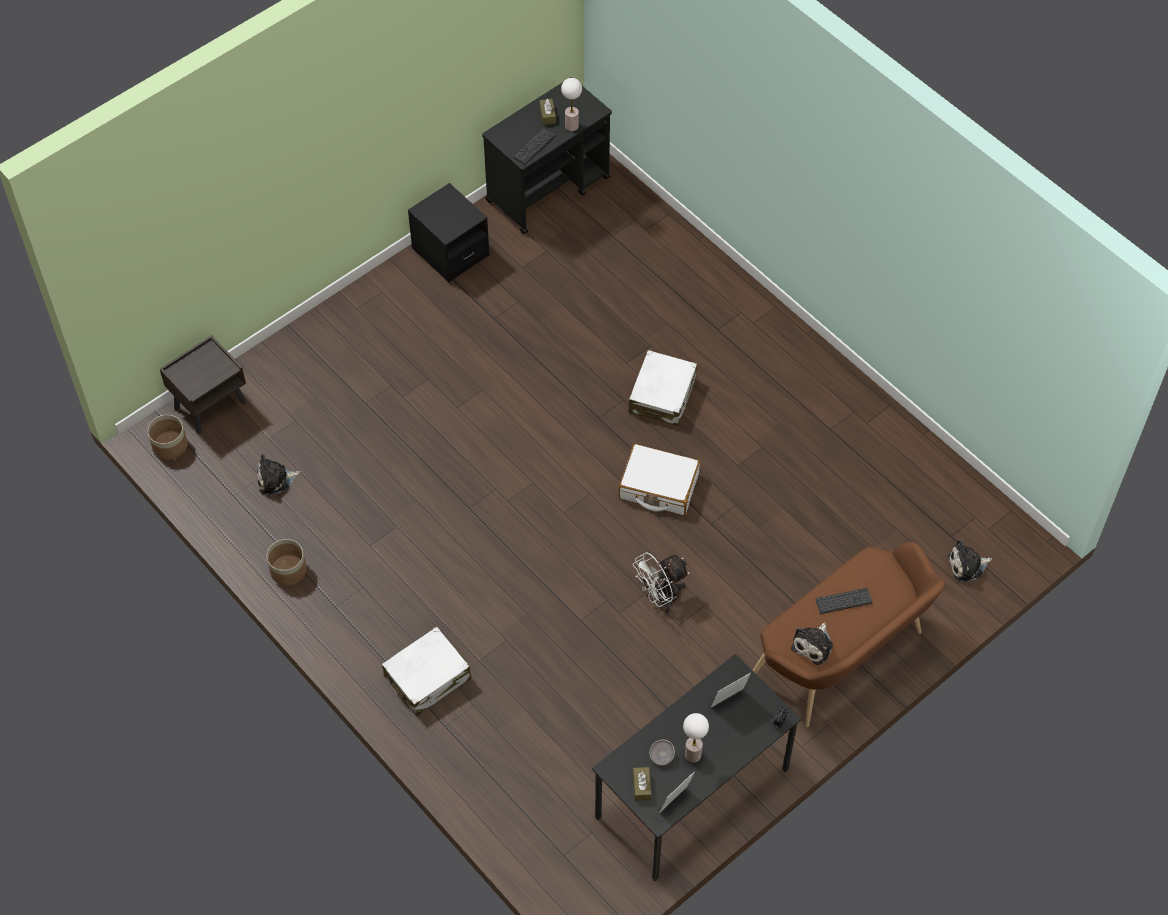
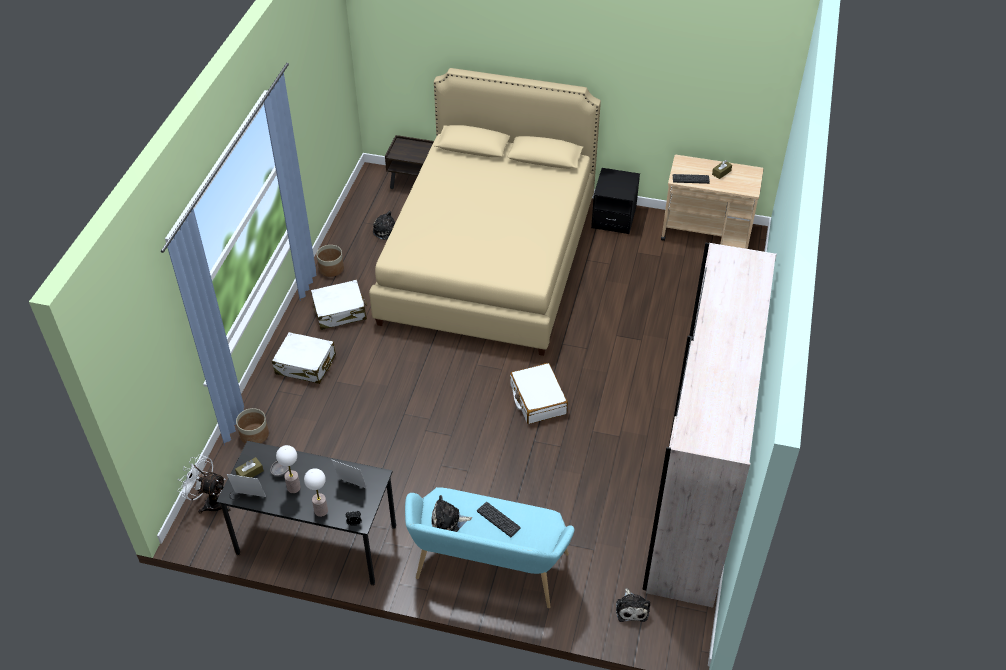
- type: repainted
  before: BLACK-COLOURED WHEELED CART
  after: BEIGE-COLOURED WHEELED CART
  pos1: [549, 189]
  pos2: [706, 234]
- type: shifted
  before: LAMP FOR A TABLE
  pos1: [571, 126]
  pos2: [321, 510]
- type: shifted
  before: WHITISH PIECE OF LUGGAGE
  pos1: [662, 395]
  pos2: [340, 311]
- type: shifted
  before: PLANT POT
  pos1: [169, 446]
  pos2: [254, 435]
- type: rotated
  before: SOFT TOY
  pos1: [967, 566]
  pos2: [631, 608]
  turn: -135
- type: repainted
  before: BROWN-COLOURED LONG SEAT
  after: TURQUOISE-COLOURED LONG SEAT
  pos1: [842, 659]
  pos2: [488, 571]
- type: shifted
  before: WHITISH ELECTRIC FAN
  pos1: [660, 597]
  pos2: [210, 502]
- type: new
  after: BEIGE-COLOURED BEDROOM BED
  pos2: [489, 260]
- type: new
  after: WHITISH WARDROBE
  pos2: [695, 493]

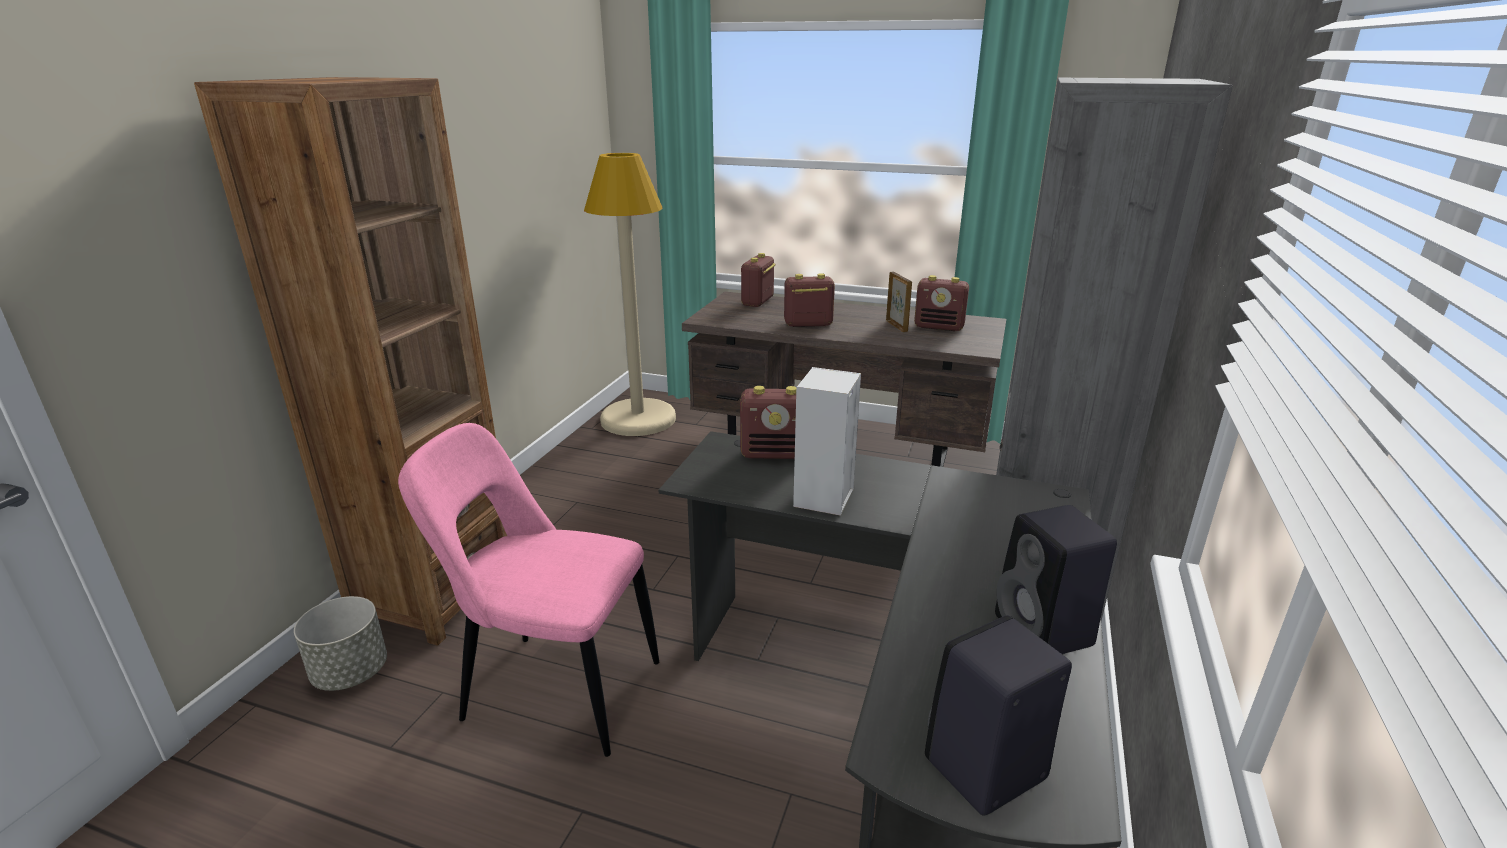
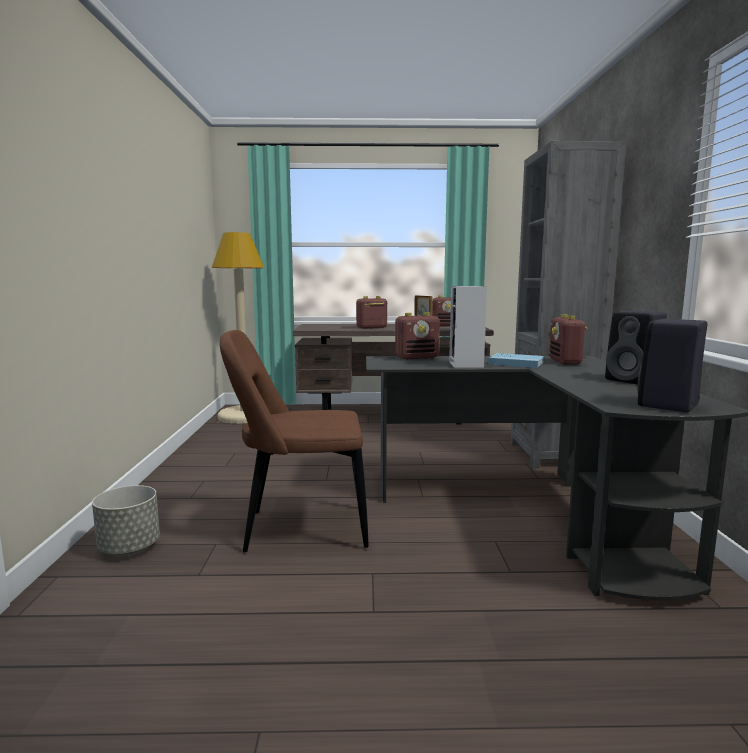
- type: gone
  before: BROWN-COLOURED BOOKCASE
  pos1: [436, 593]
- type: shifted
  before: RADIO
  pos1: [757, 302]
  pos2: [565, 362]
- type: repainted
  before: PINK-COLOURED CHAIR
  after: BROWN-COLOURED CHAIR
  pos1: [554, 690]
  pos2: [300, 529]
- type: new
  after: BLUISH VOLUME
  pos2: [516, 363]

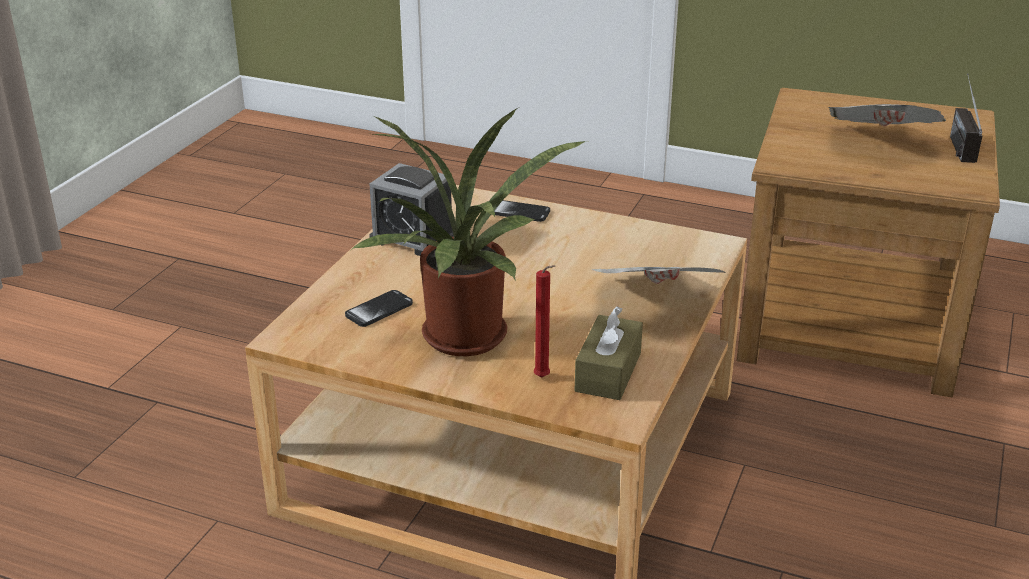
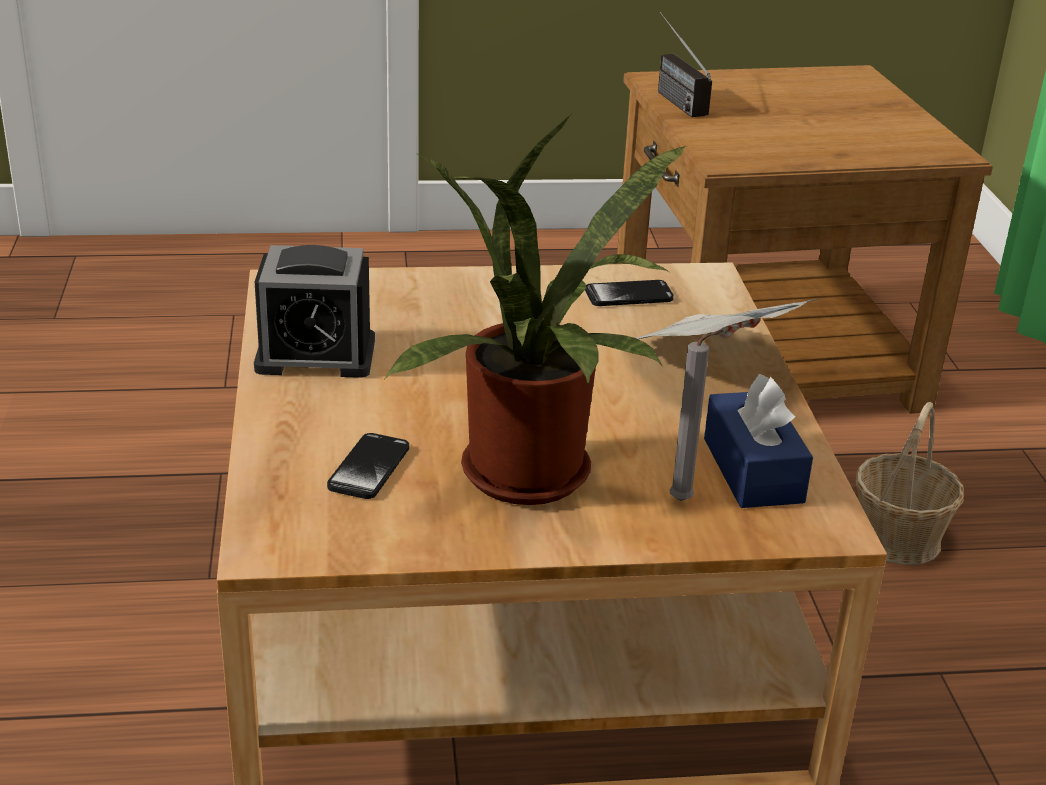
- type: shifted
  before: RADIO
  pos1: [957, 142]
  pos2: [671, 97]
- type: gone
  before: DAILY PAPER
  pos1: [880, 144]
- type: shifted
  before: PHONE
  pos1: [519, 212]
  pos2: [628, 295]
- type: repainted
  before: REDDISH WAX CANDLE
  after: GREYISH WAX CANDLE
  pos1: [543, 378]
  pos2: [685, 501]
- type: repainted
  before: BROWN-COLOURED TISSUE BOX
  after: BLUISH TISSUE BOX
  pos1: [608, 372]
  pos2: [753, 470]
- type: new
  after: HOUSEHOLD BASKET
  pos2: [898, 538]

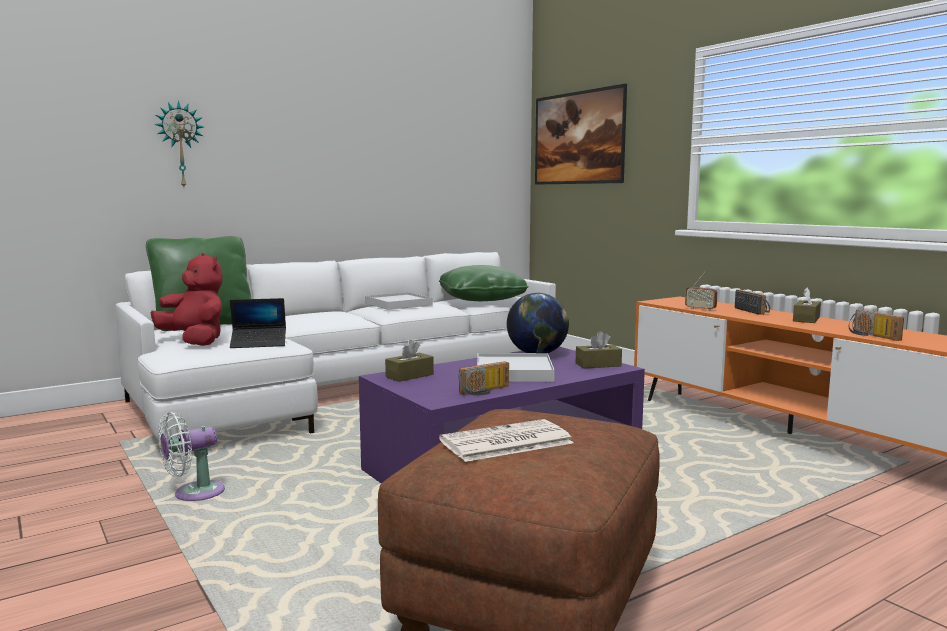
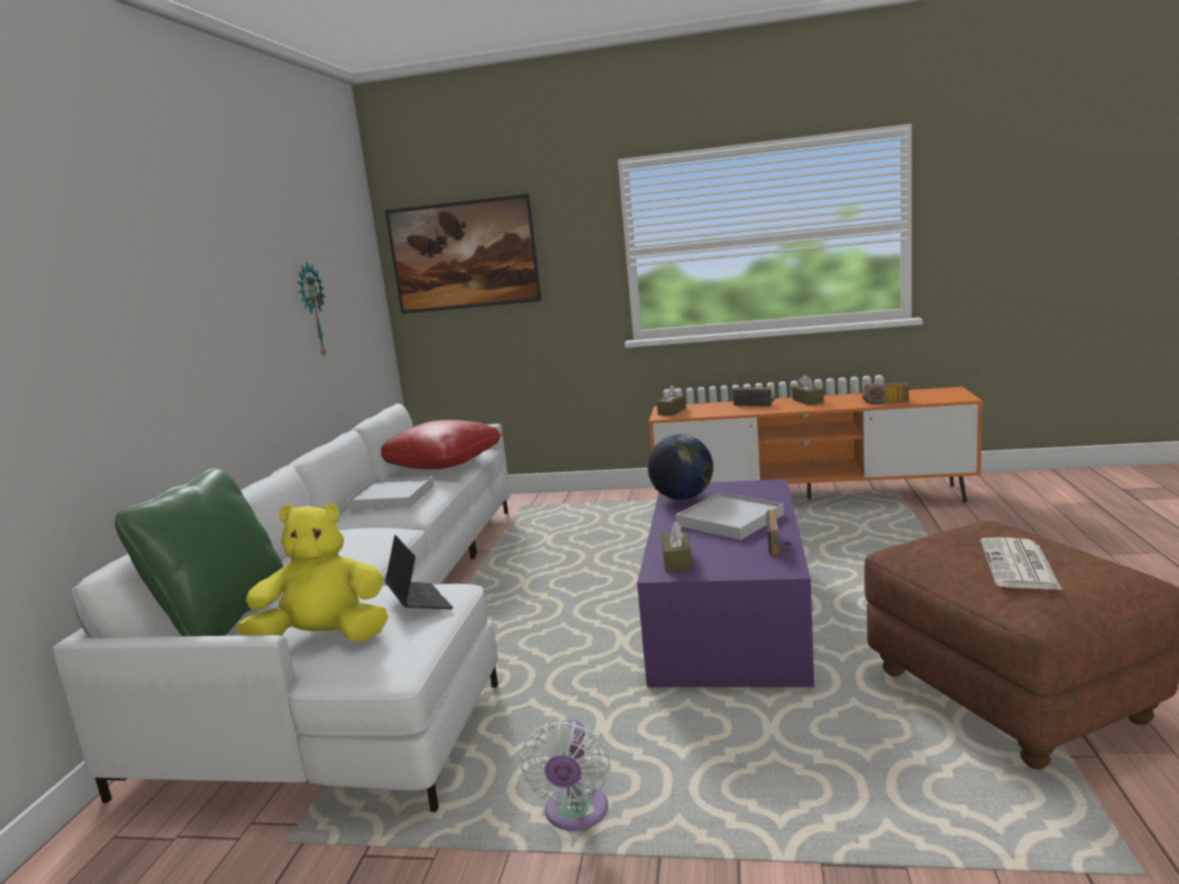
- type: shifted
  before: CLOCK ON THE WALL
  pos1: [180, 145]
  pos2: [312, 311]
- type: repainted
  before: REDDISH SOFT TOY
  after: YELLOWISH SOFT TOY
  pos1: [195, 341]
  pos2: [325, 638]
- type: repainted
  before: GREEN THROW PILLOW
  after: REDDISH THROW PILLOW
  pos1: [482, 299]
  pos2: [442, 463]
- type: gone
  before: RADIO
  pos1: [700, 309]
- type: rotated
  before: NOTEBOOK COMPUTER
  pos1: [259, 343]
  pos2: [419, 602]
  turn: -60
- type: shifted
  before: BROWN-COLOURED TISSUE BOX
  pos1: [598, 365]
  pos2: [672, 411]

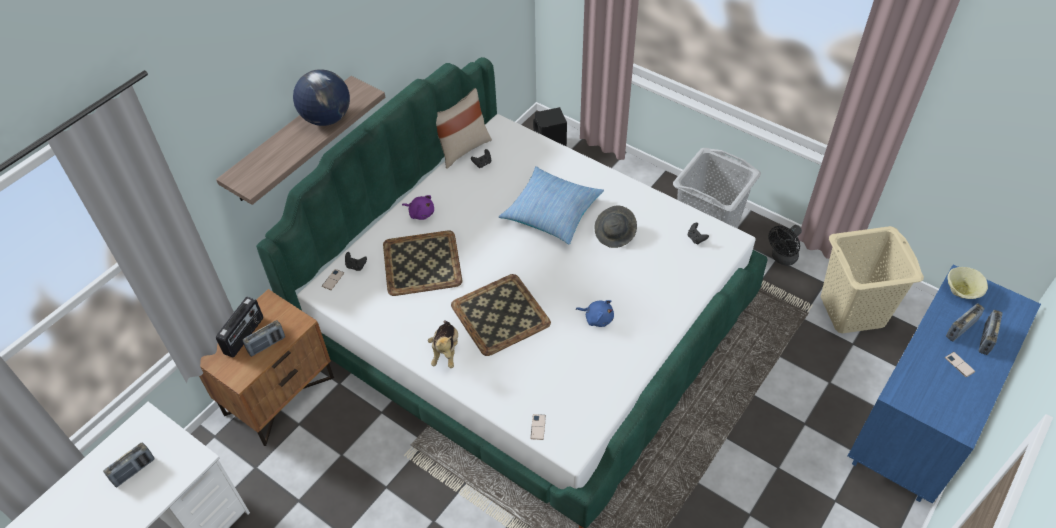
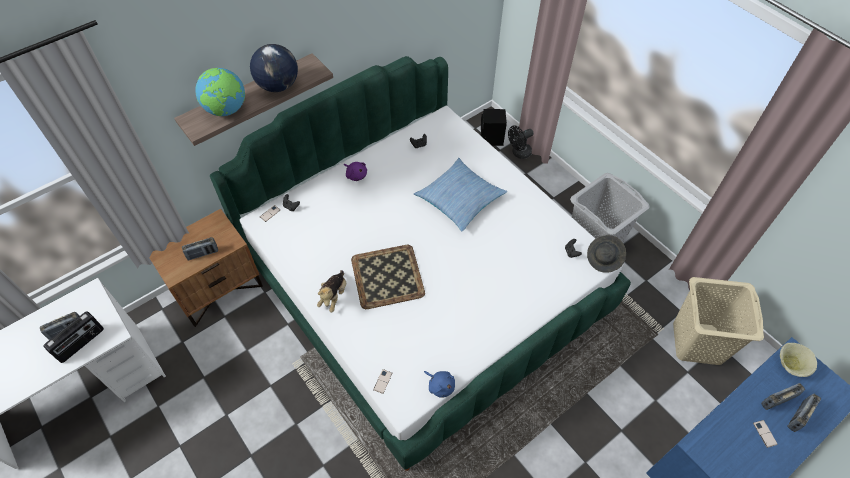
- type: gone
  before: BEIGE-COLOURED THROW PILLOW
  pos1: [462, 149]
- type: shifted
  before: GREYISH CLOTHING HAT
  pos1: [615, 234]
  pos2: [604, 259]
- type: shifted
  before: BLACK-COLOURED ELECTRIC FAN
  pos1: [782, 258]
  pos2: [518, 153]
- type: gone
  before: CARRYING TRAY
  pos1: [421, 264]
- type: shifted
  before: RADIO
  pos1: [244, 336]
  pos2: [81, 343]
- type: shifted
  before: BLUISH SOFT TOY
  pos1: [597, 318]
  pos2: [440, 386]
- type: new
  after: WORLD GLOBE
  pos2: [226, 110]

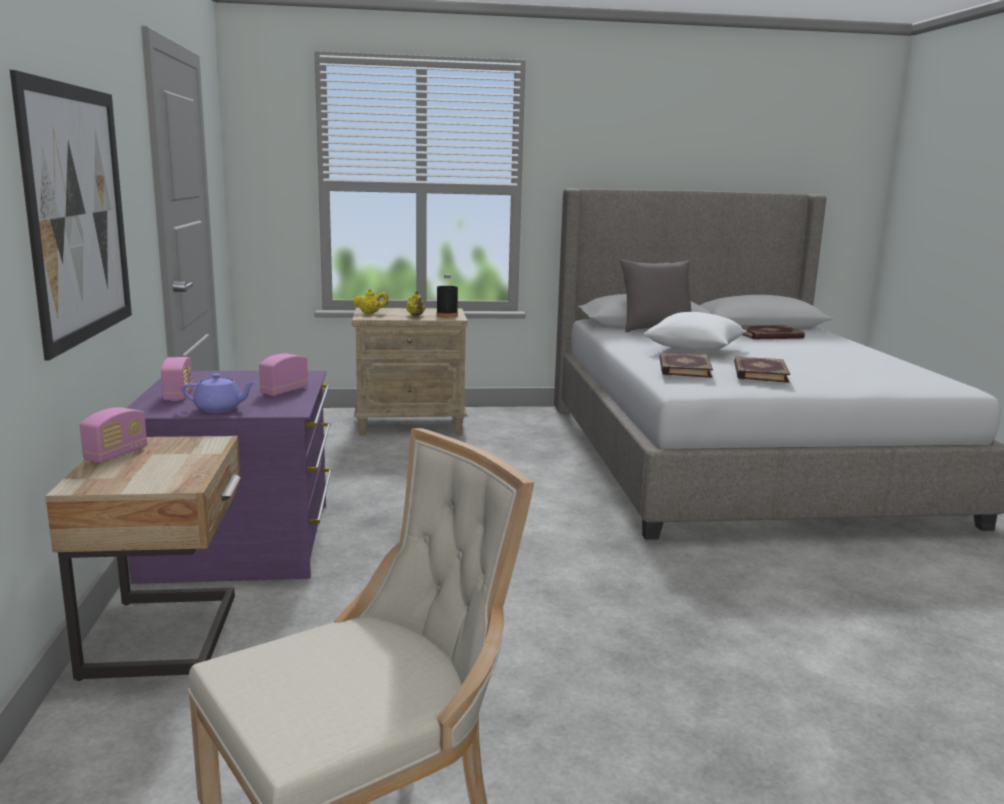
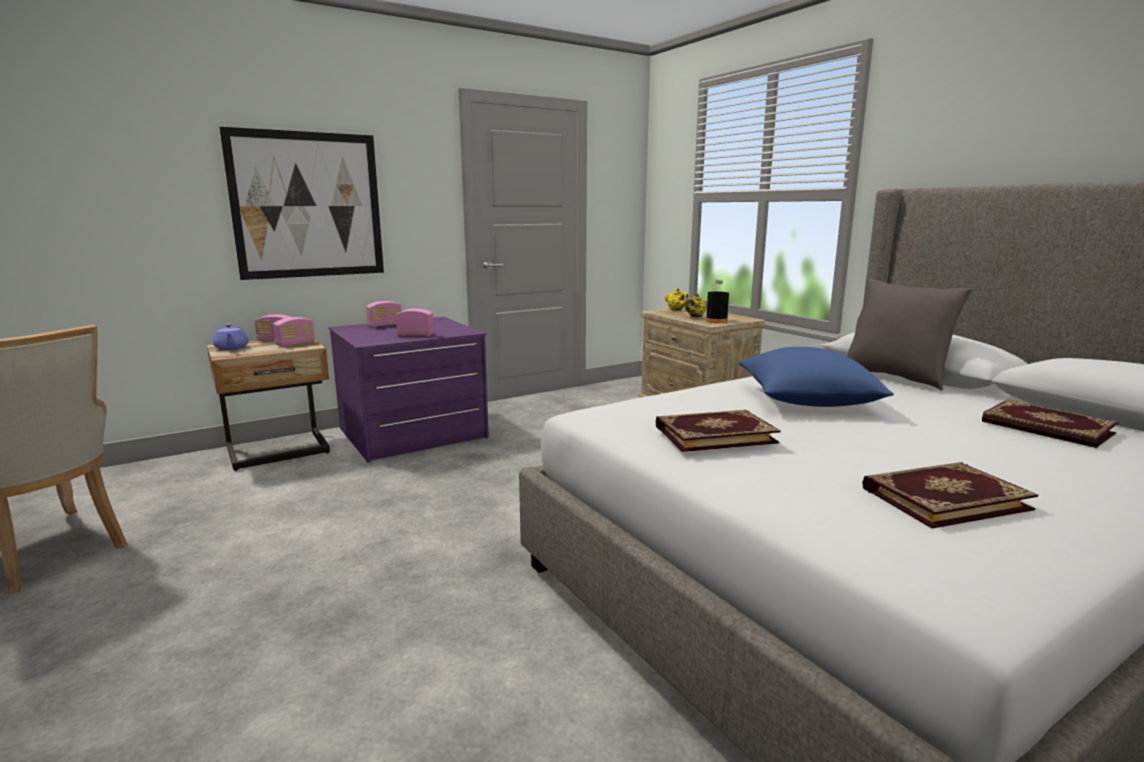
- type: repainted
  before: WHITISH THROW PILLOW
  after: BLUISH THROW PILLOW
  pos1: [695, 350]
  pos2: [806, 401]
- type: shifted
  before: VOLUME
  pos1: [683, 368]
  pos2: [943, 497]
- type: shifted
  before: PURPLISH TEAPOT
  pos1: [219, 409]
  pos2: [231, 348]
- type: new
  after: RADIO
  pos2: [295, 344]

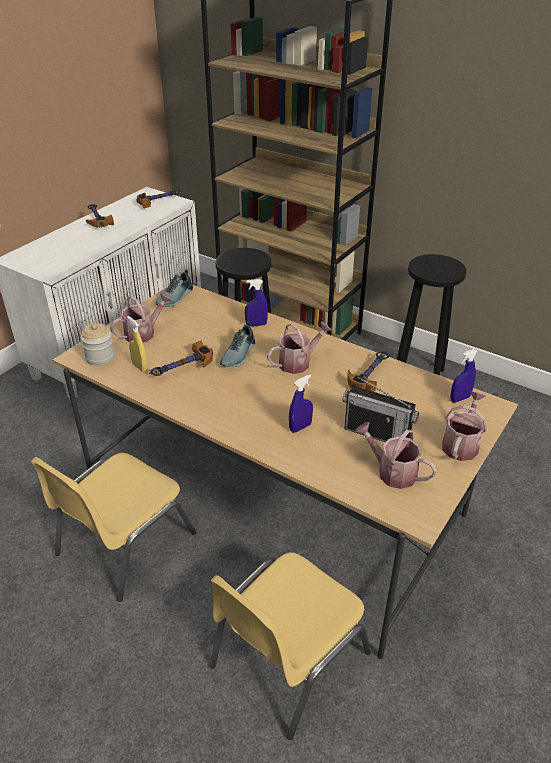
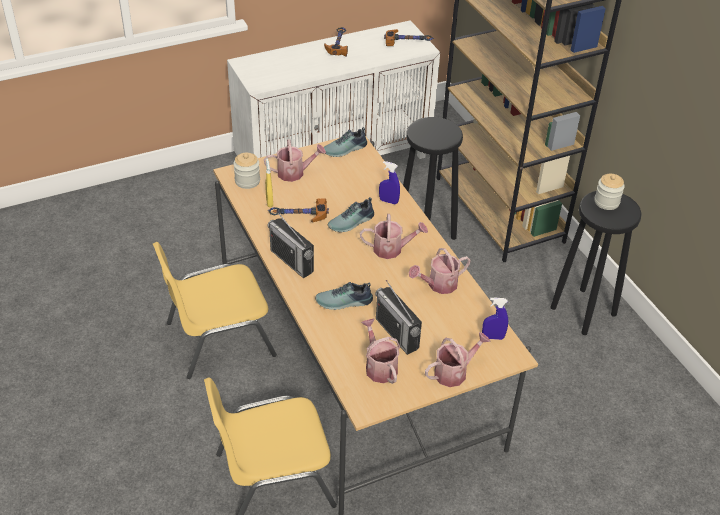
- type: swapped
  before: TOOL HAMMER
  after: WATERING CAN
  pos1: [369, 375]
  pos2: [438, 285]
- type: swapped
  before: BLUISH HAND SPRAYER
  after: LOW SHOE
  pos1: [300, 427]
  pos2: [344, 302]
- type: new
  after: PRESERVE JAR
  pos2: [606, 202]
- type: new
  after: RADIO
  pos2: [292, 261]

